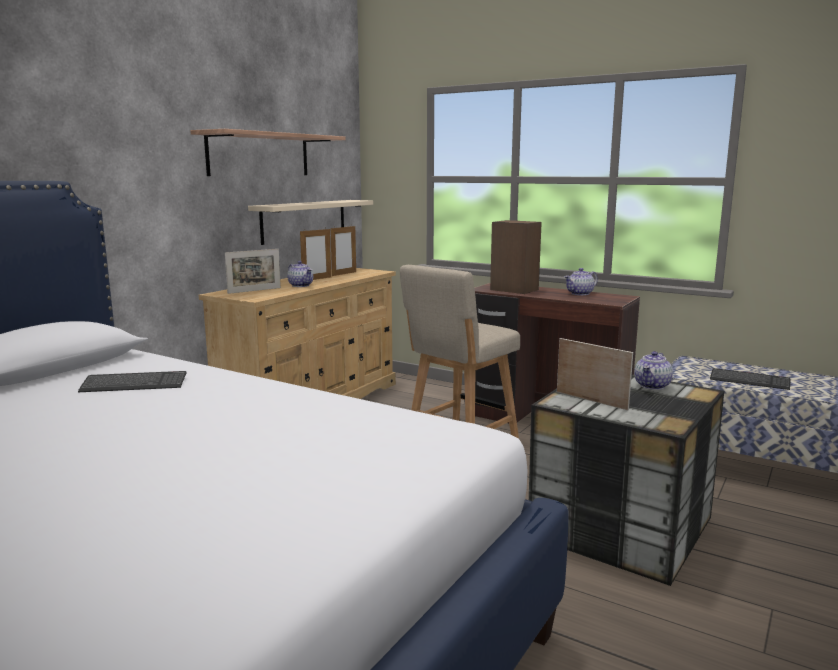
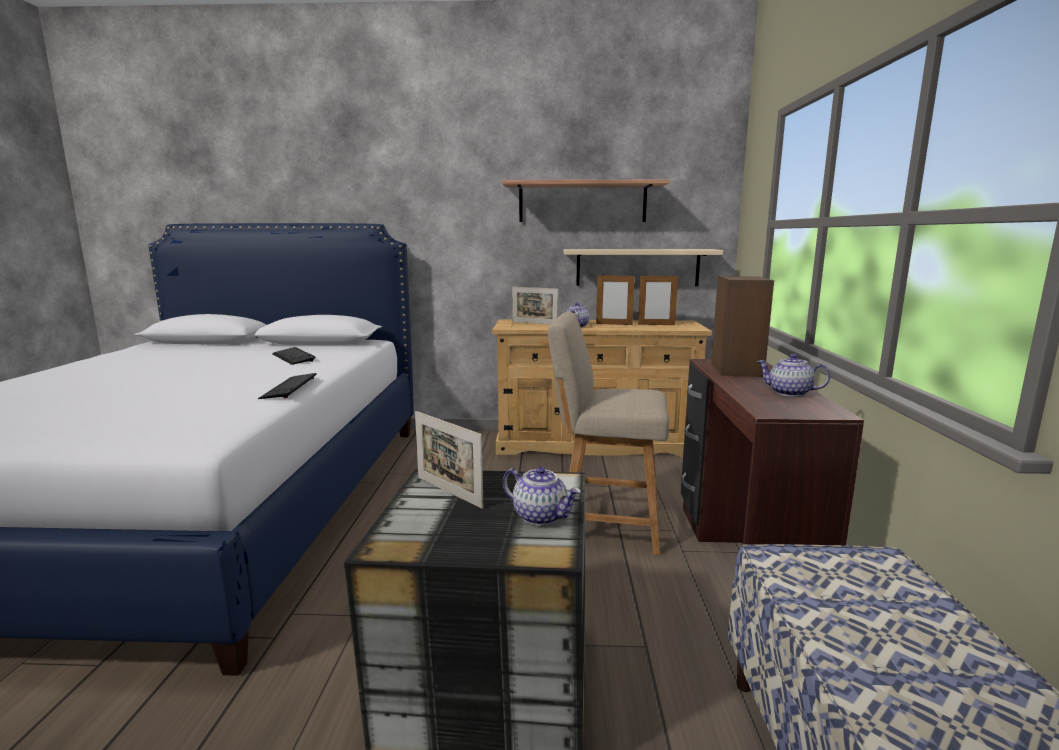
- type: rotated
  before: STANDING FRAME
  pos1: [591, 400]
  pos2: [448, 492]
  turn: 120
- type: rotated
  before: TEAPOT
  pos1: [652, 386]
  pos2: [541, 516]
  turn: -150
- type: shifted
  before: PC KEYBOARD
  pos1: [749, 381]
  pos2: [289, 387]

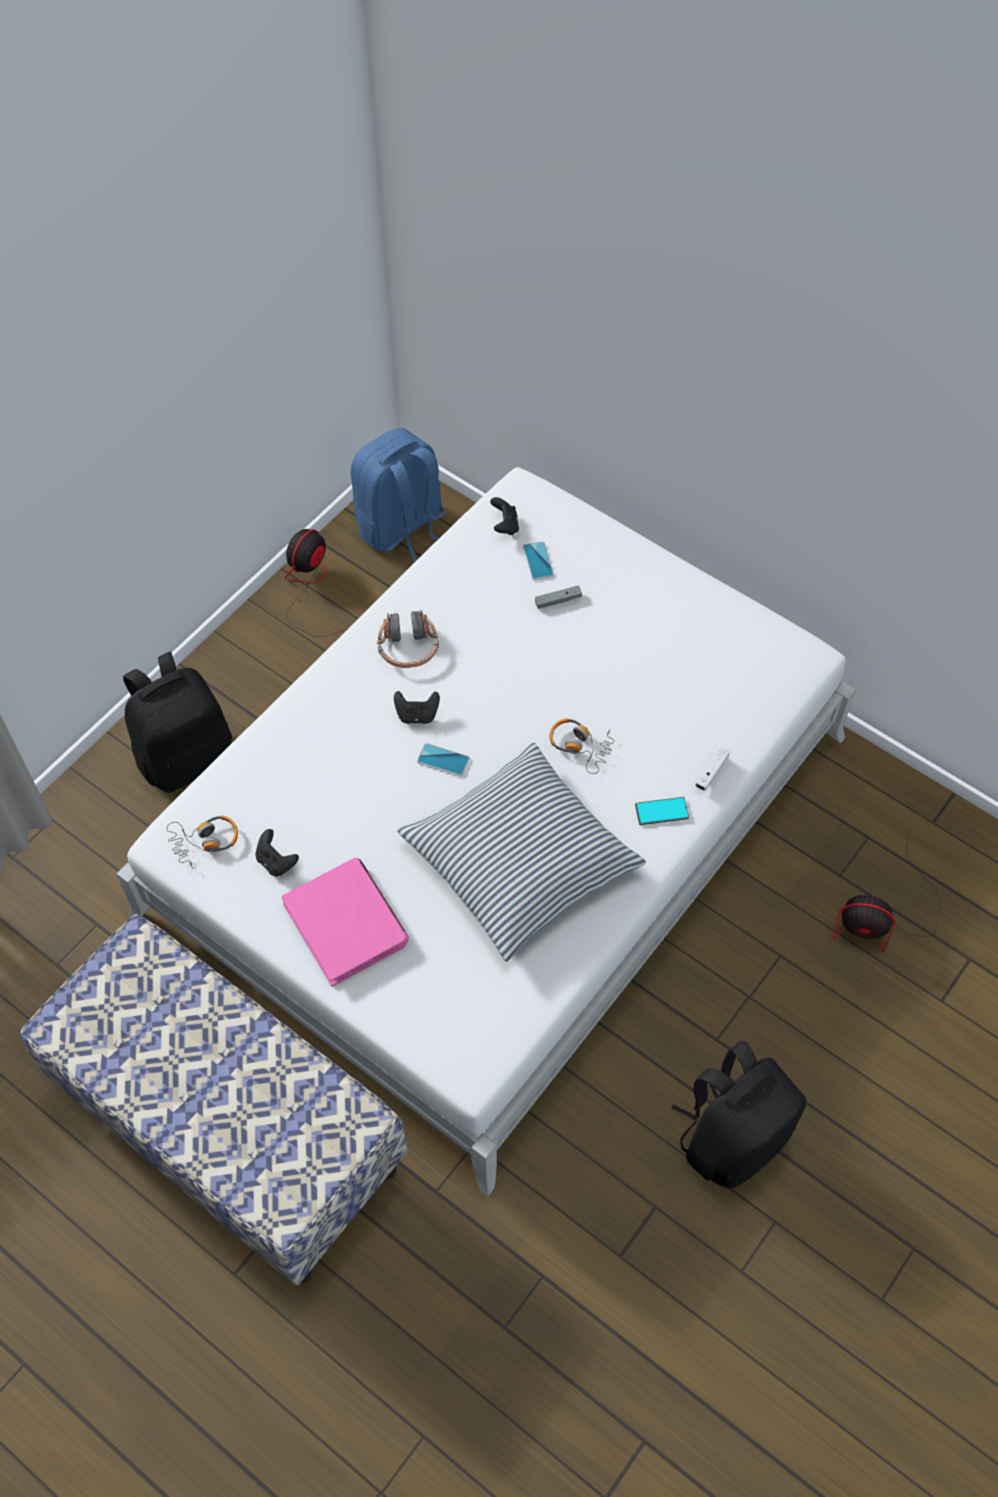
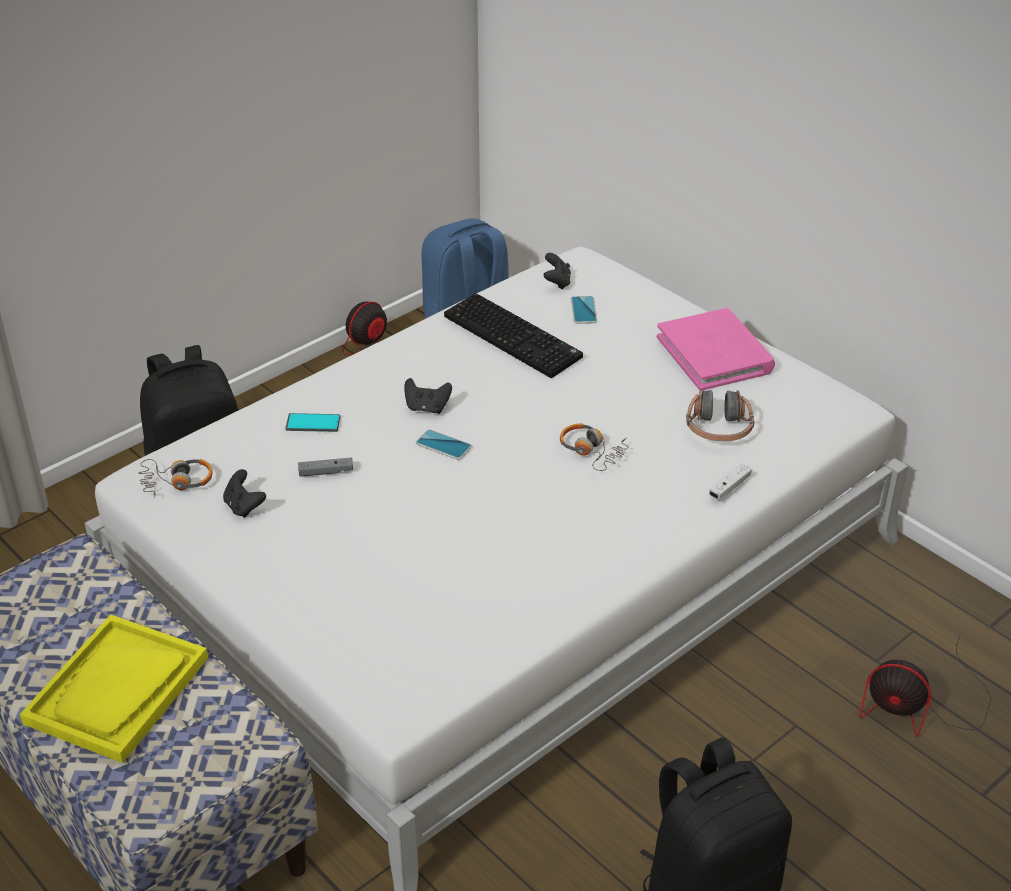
- type: shifted
  before: GREYISH GAME CONTROLLER
  pos1: [558, 600]
  pos2: [326, 472]
- type: shifted
  before: HEADPHONES
  pos1: [408, 647]
  pos2: [718, 429]
- type: gone
  before: THROW PILLOW
  pos1: [519, 860]
- type: shifted
  before: PHONE
  pos1: [661, 811]
  pos2: [313, 423]
- type: shifted
  before: PINK-COLOURED VOLUME
  pos1: [346, 923]
  pos2: [715, 354]
- type: new
  after: PC KEYBOARD
  pos2: [515, 337]
- type: new
  after: YELLOWISH CARRYING TRAY
  pos2: [117, 691]

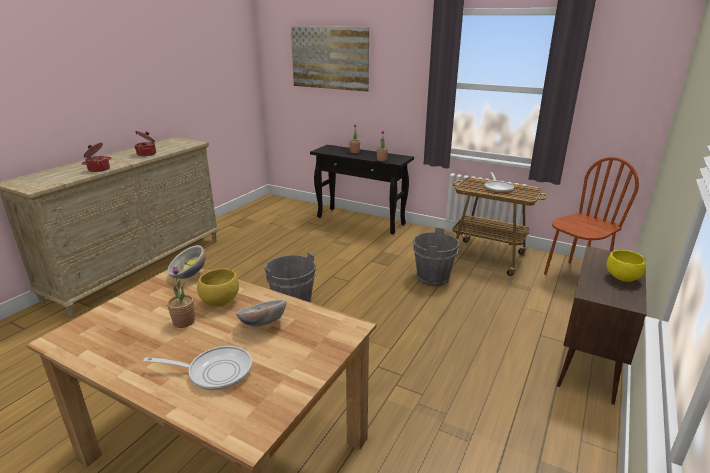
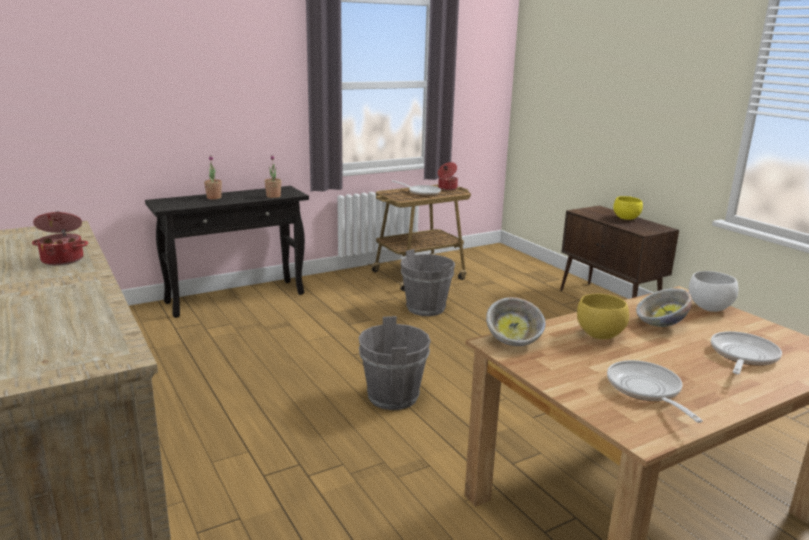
- type: gone
  before: WALL ART
  pos1: [329, 58]
- type: shifted
  before: STOCKPOT
  pos1: [98, 169]
  pos2: [447, 188]
- type: gone
  before: BROWN-COLOURED CHAIR
  pos1: [575, 276]
- type: gone
  before: HOUSEPLANT
  pos1: [184, 322]
- type: new
  after: WHITISH BOWL
  pos2: [709, 308]
- type: new
  after: SKILLET
  pos2: [646, 390]

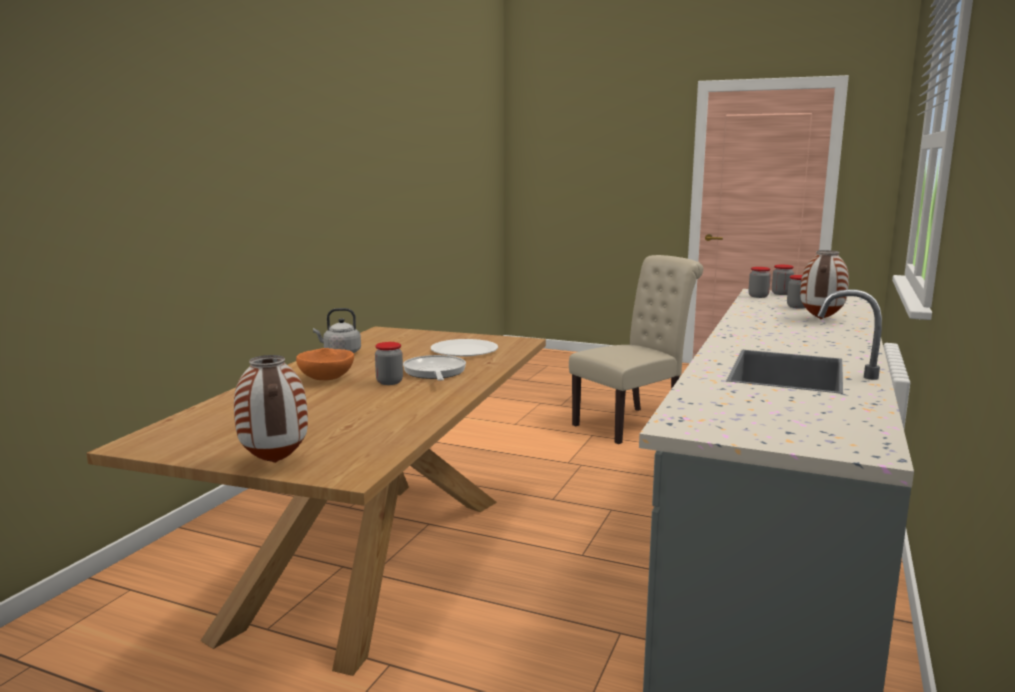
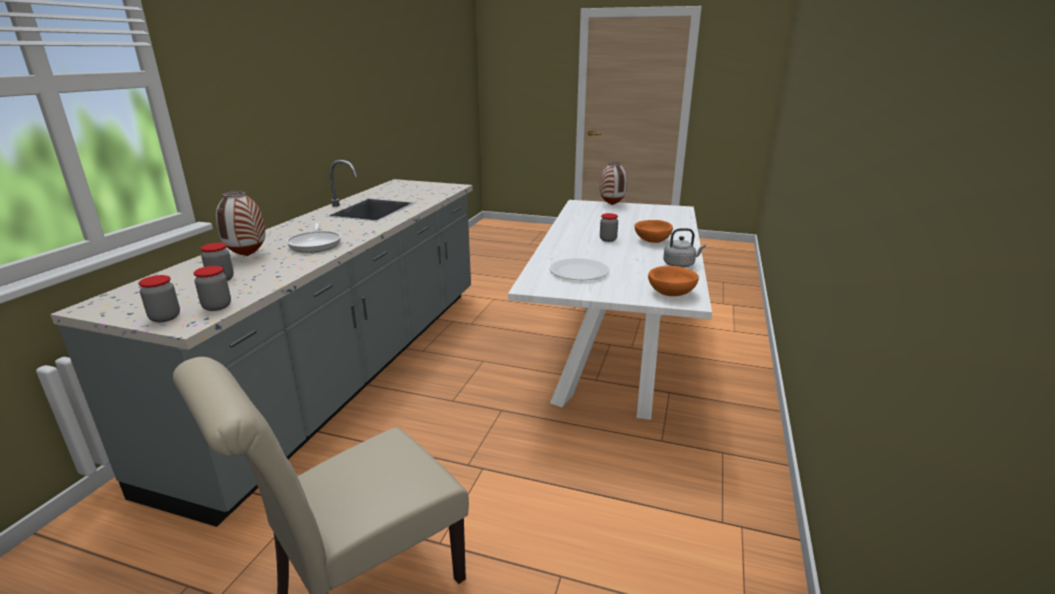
- type: repainted
  before: BROWN-COLOURED DINING TABLE
  after: WHITISH DINING TABLE
  pos1: [376, 559]
  pos2: [614, 352]
- type: shifted
  before: SKILLET
  pos1: [434, 372]
  pos2: [315, 244]
- type: new
  after: ORANGEY BOWL
  pos2: [671, 293]

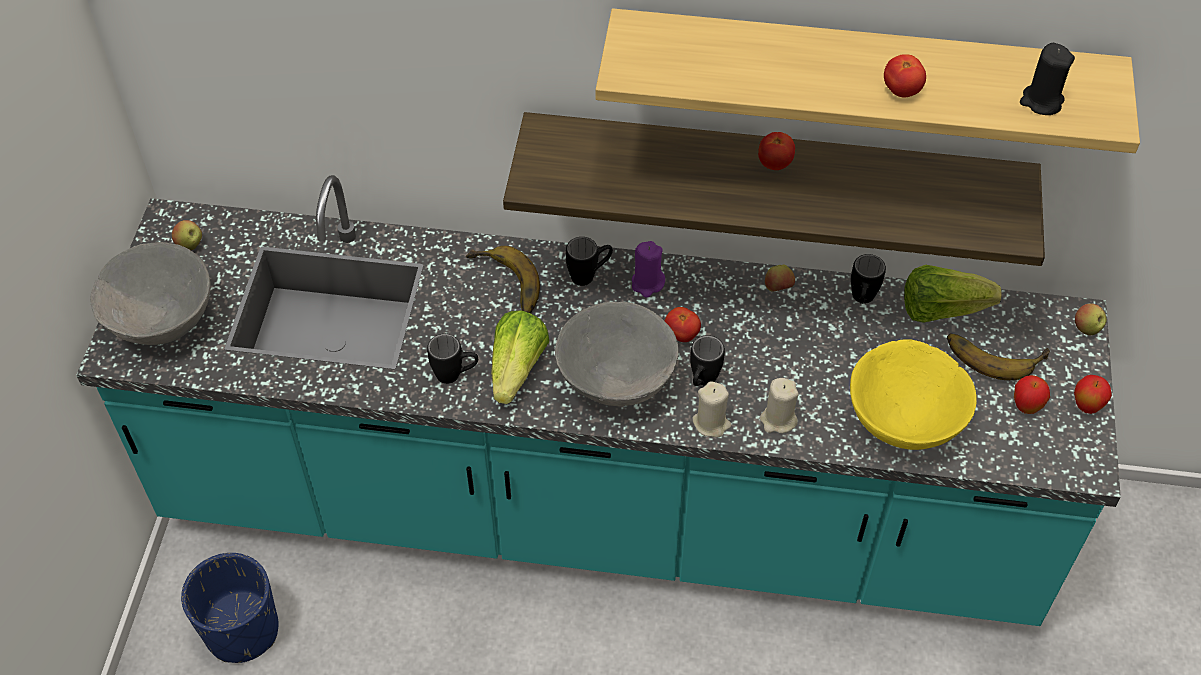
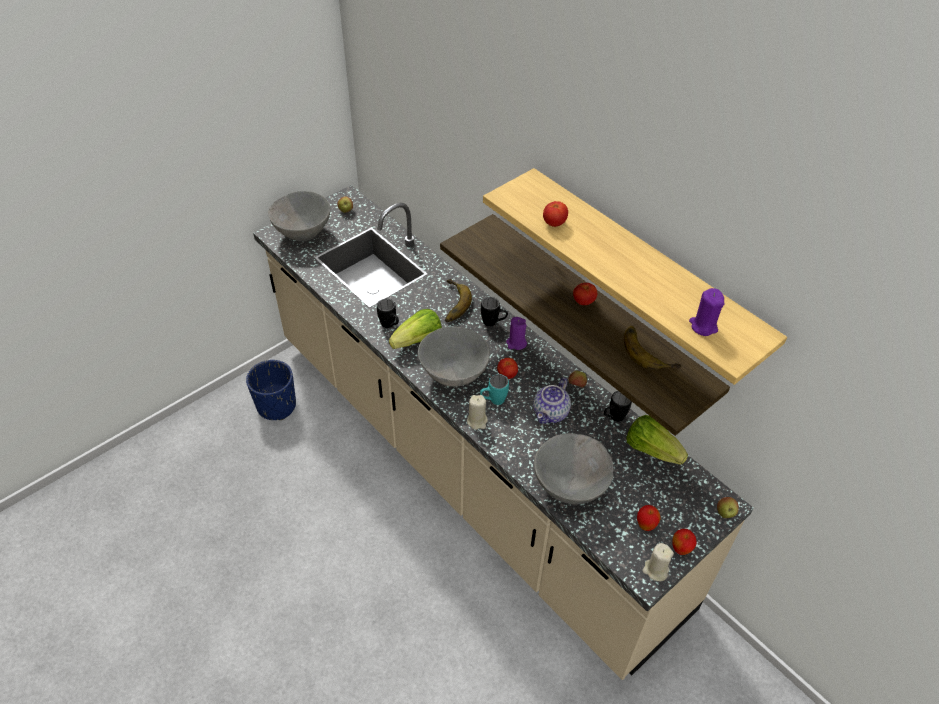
- type: repainted
  before: BLACK-COLOURED WAX CANDLE
  after: PURPLISH WAX CANDLE
  pos1: [1041, 101]
  pos2: [703, 326]
- type: shifted
  before: TOMATO
  pos1: [901, 90]
  pos2: [554, 223]
- type: repainted
  before: TURQUOISE-COLOURED KITCHEN COUNTER
  after: BEIGE-COLOURED KITCHEN COUNTER
  pos1: [600, 511]
  pos2: [467, 466]
- type: shifted
  before: BANANA FRUIT
  pos1: [994, 352]
  pos2: [649, 350]
- type: repainted
  before: BLACK-COLOURED COFFEE MUG
  after: TURQUOISE-COLOURED COFFEE MUG
  pos1: [702, 382]
  pos2: [493, 401]
- type: repainted
  before: YELLOWISH BOWL
  after: GREYISH BOWL
  pos1: [903, 424]
  pos2: [570, 487]
- type: shifted
  before: BEIGE-COLOURED WAX CANDLE
  pos1: [778, 420]
  pos2: [655, 570]
- type: new
  after: TEAPOT
  pos2: [551, 413]

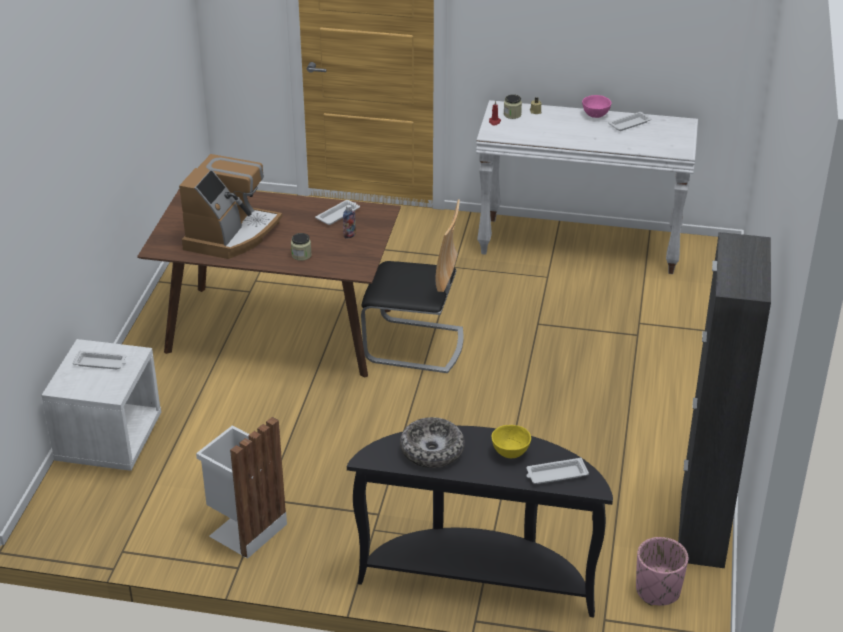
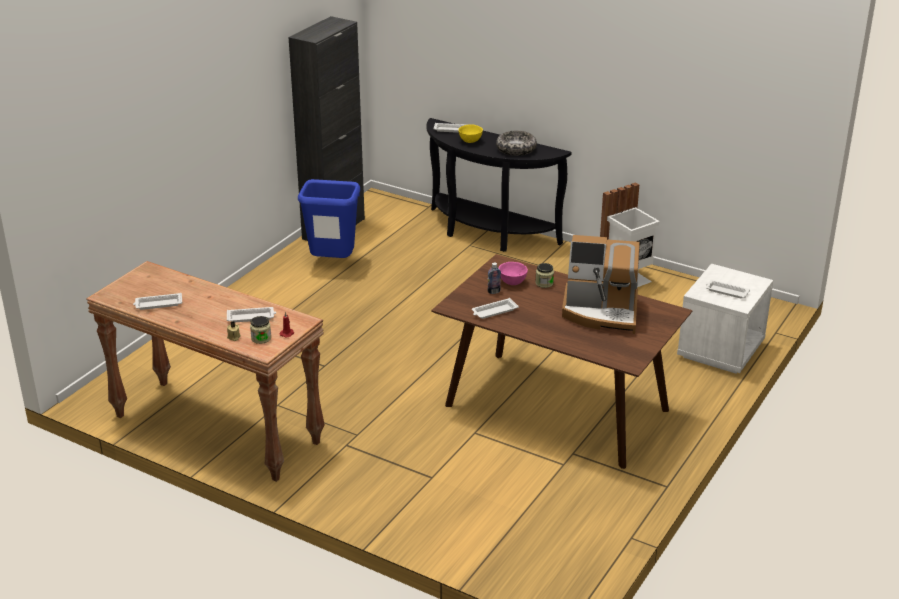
- type: shifted
  before: PINK-COLOURED BOWL
  pos1: [596, 115]
  pos2: [512, 282]
- type: repainted
  before: WHITISH HALL TABLE
  after: BROWN-COLOURED HALL TABLE
  pos1: [580, 245]
  pos2: [215, 430]
- type: rotated
  before: COFFEE MACHINE
  pos1: [231, 235]
  pos2: [601, 312]
  turn: -120
- type: gone
  before: CHAIR
  pos1: [414, 345]
- type: gone
  before: PINK-COLOURED PLANT POT
  pos1: [657, 591]
- type: new
  after: BLUISH WASTE BIN
  pos2: [332, 263]
- type: new
  after: WHITISH CARRYING TRAY
  pos2: [251, 317]

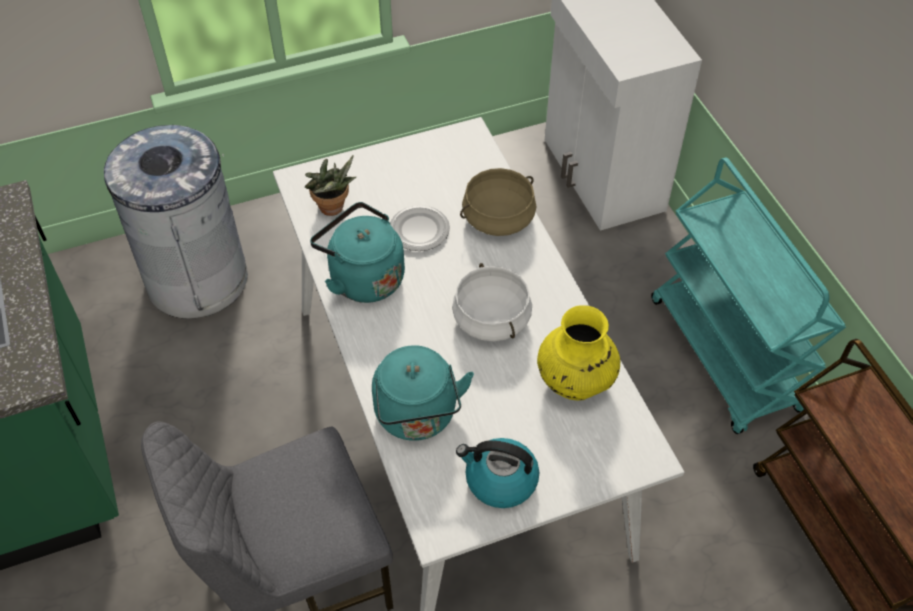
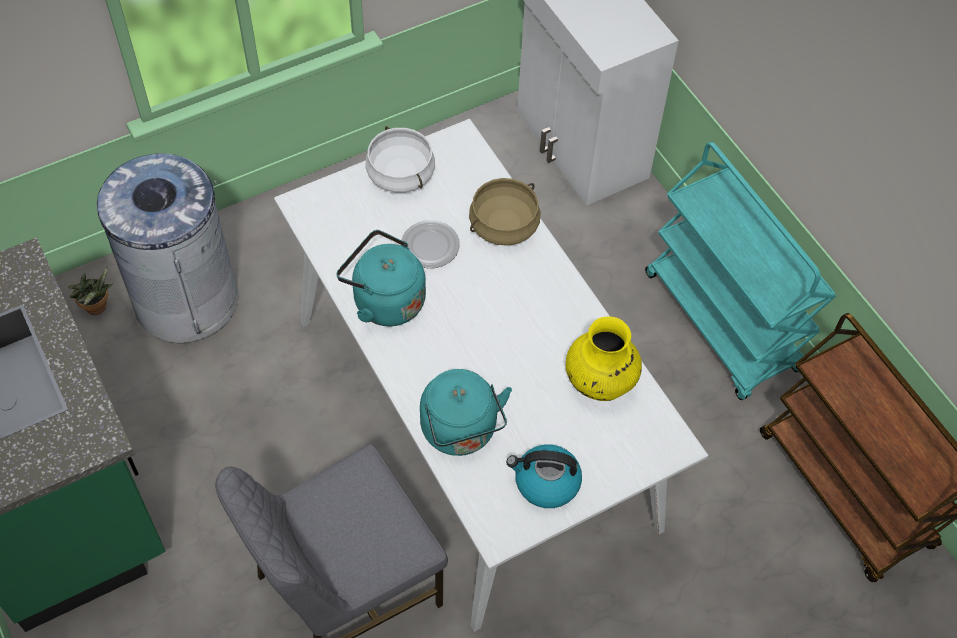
- type: shifted
  before: HOUSEPLANT
  pos1: [333, 210]
  pos2: [98, 309]
- type: shifted
  before: WHITISH STOCKPOT
  pos1: [492, 319]
  pos2: [401, 174]

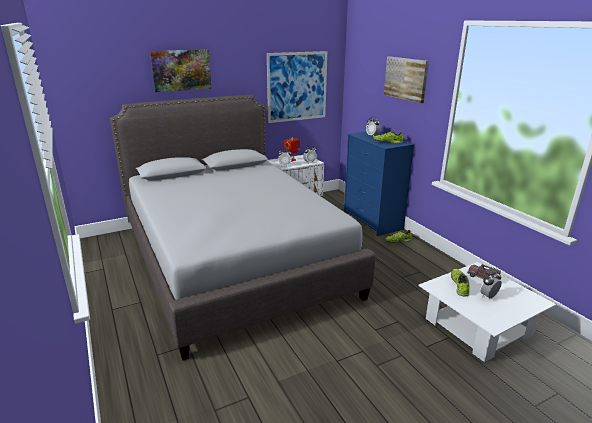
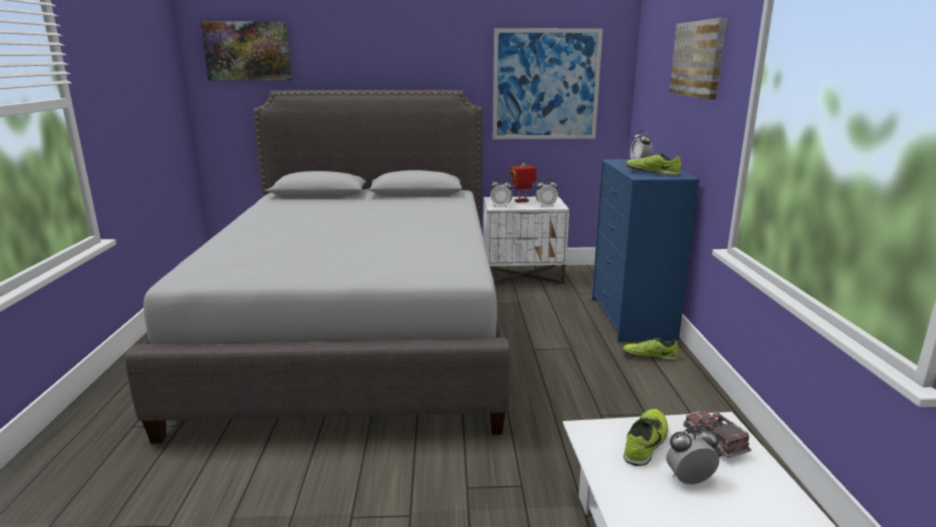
- type: shifted
  before: WALL ART
  pos1: [181, 70]
  pos2: [247, 51]

